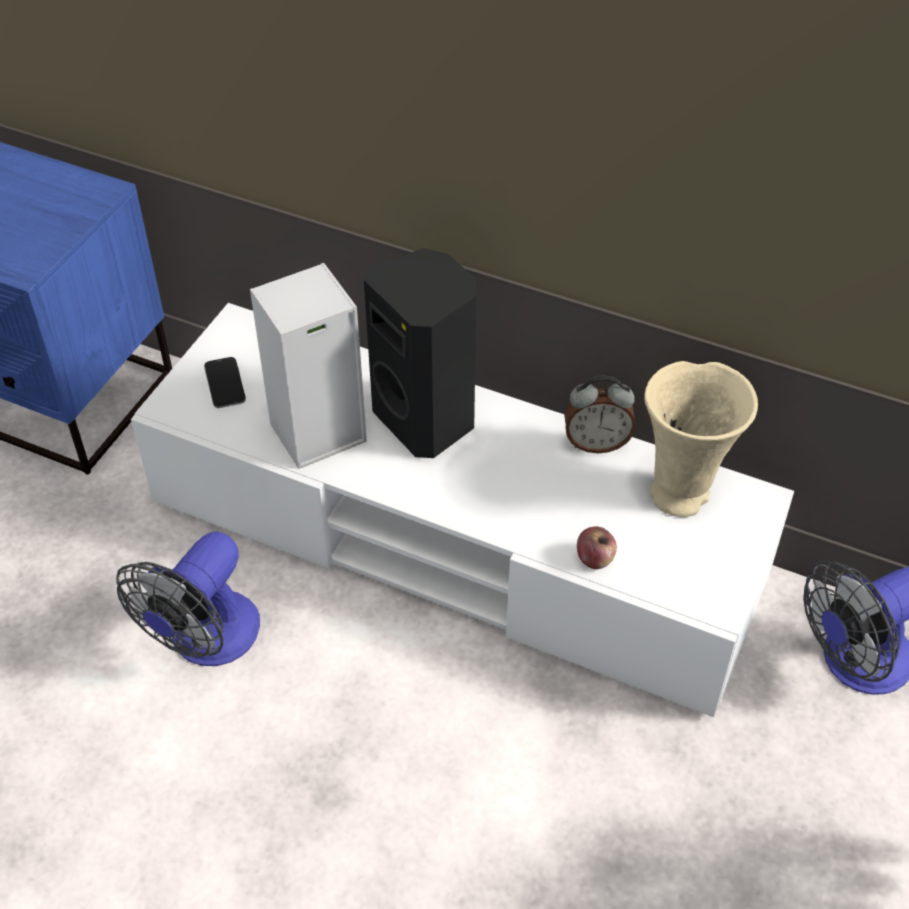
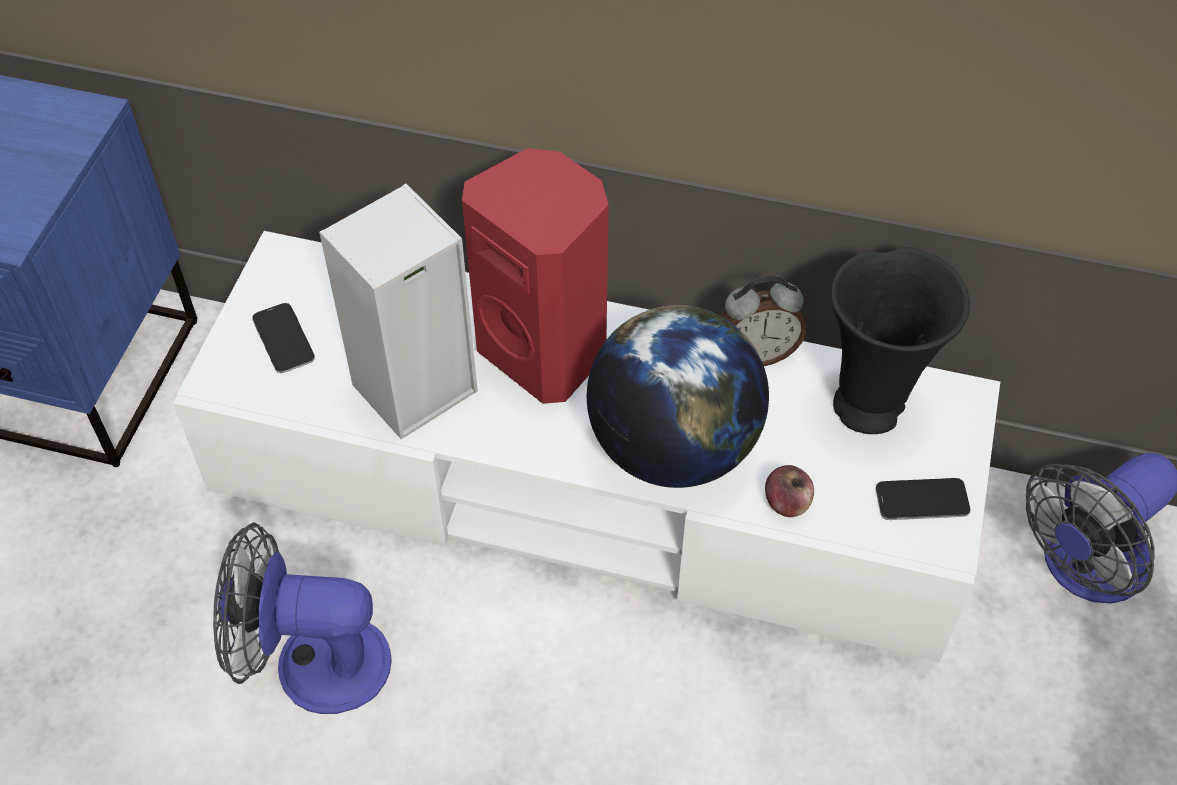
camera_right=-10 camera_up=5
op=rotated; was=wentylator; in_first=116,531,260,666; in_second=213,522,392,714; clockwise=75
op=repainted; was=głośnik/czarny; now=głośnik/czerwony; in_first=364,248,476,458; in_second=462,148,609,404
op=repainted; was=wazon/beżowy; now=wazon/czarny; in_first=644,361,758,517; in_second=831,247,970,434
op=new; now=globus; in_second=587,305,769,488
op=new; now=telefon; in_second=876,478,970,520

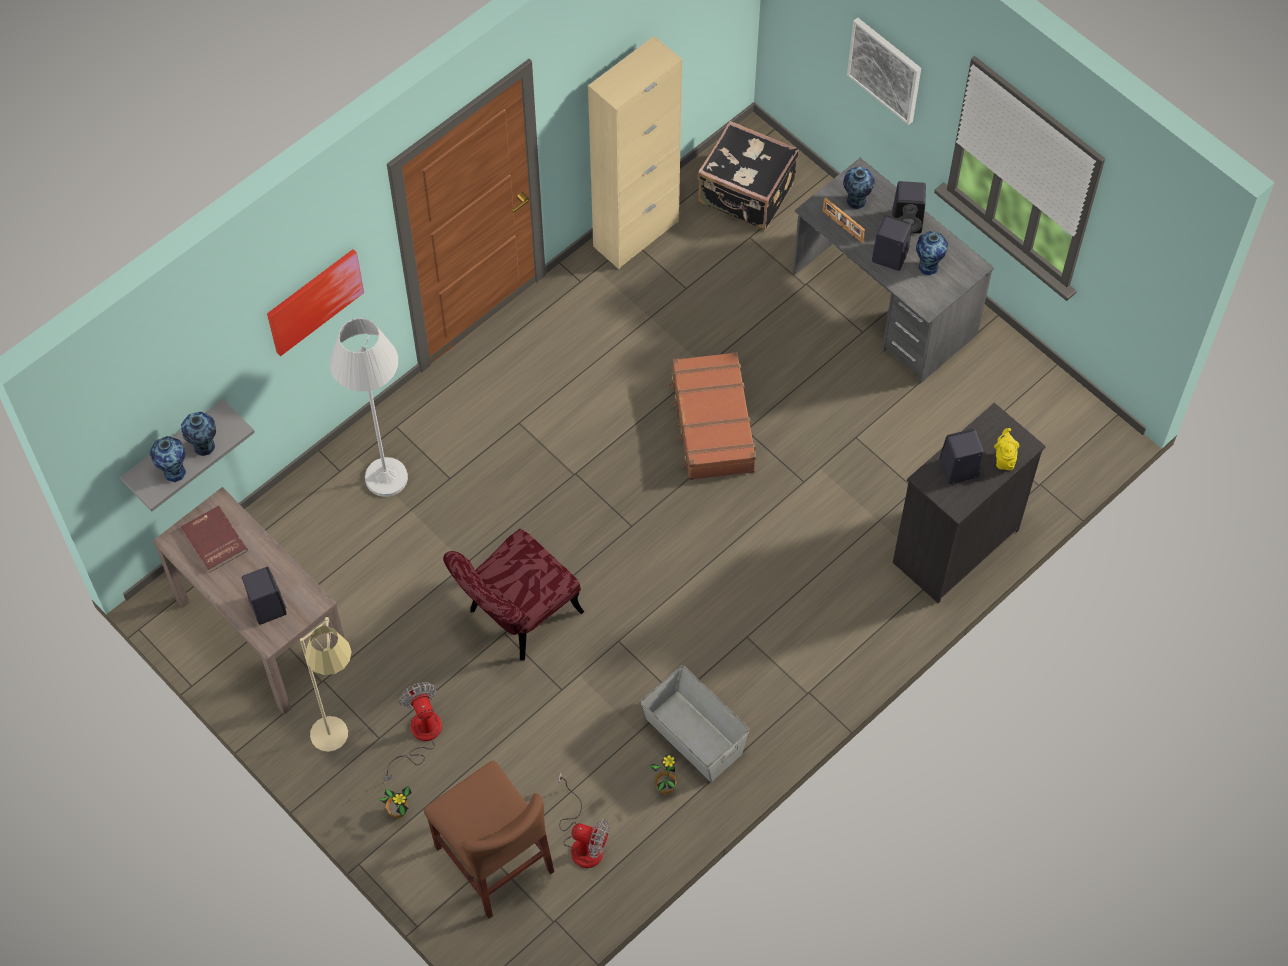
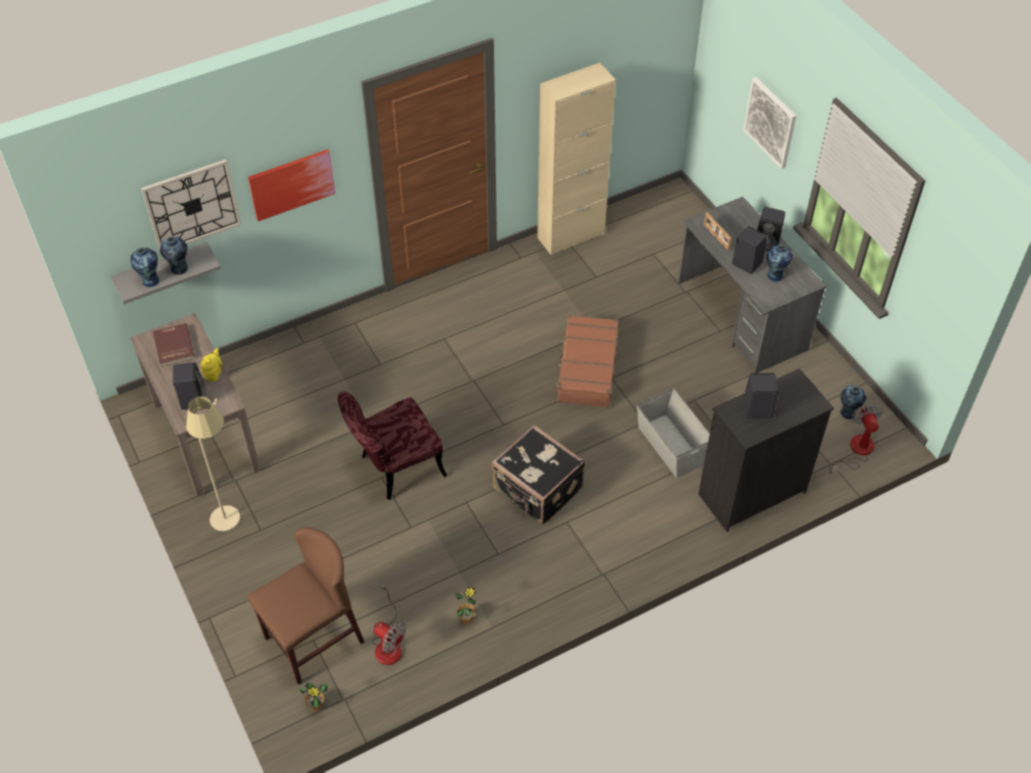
camera_right=15 camera_up=-10
op=gone; was=lampa stojąca/biały; in_first=330,318,408,497
op=shifted; was=roślina doniczkowa; in_first=378,786,412,818; in_second=298,682,327,711
op=shifted; was=wentylator; in_first=383,682,442,782; in_second=829,404,882,474
op=rotated; was=krzesło/brązowy; in_first=424,760,554,919; in_second=248,527,364,685; clockwise=-105
op=shifted; was=pojemnik do przechowywania/szary; in_first=641,665,749,782; in_second=637,388,710,478
op=shifted; was=walizka/czarny; in_first=697,121,799,230; in_second=492,425,585,525
op=shifted; was=wazon; in_first=843,166,875,209; in_second=840,385,866,419
op=shifted; was=imbryk/żółty; in_first=994,428,1019,470; in_second=201,348,223,382
op=new; now=zegar ścienny; in_second=141,159,241,250

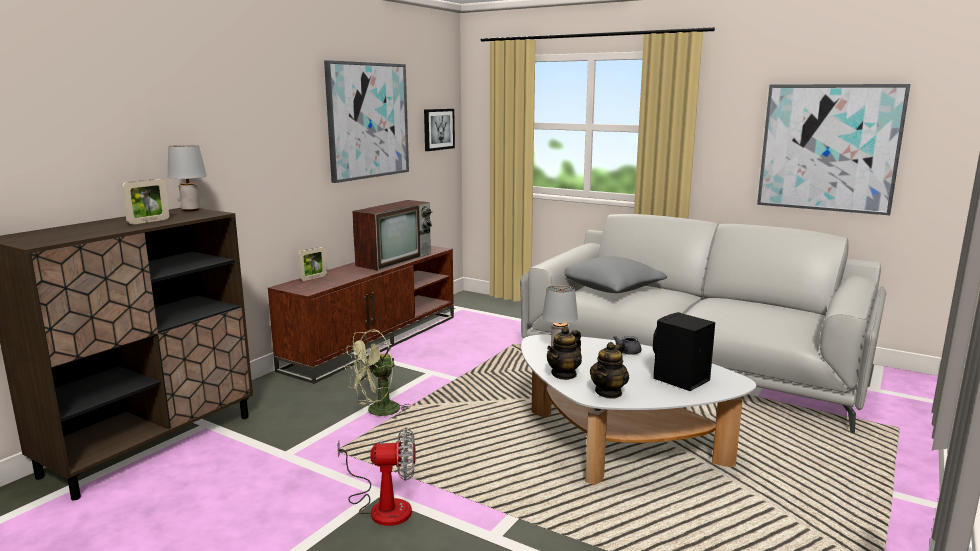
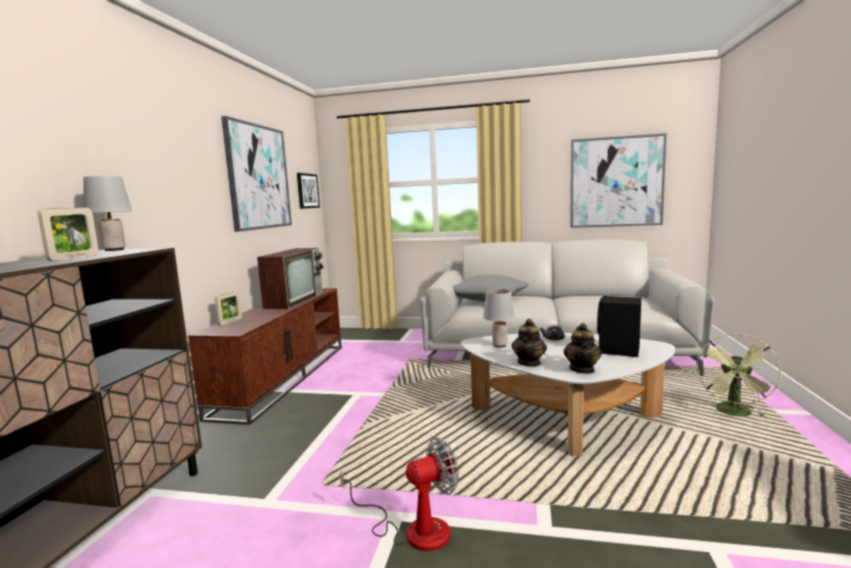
camera_right=-20 camera_up=-5
op=shifted; was=wentylator/zielony; in_first=344,329,411,419; in_second=696,333,781,417

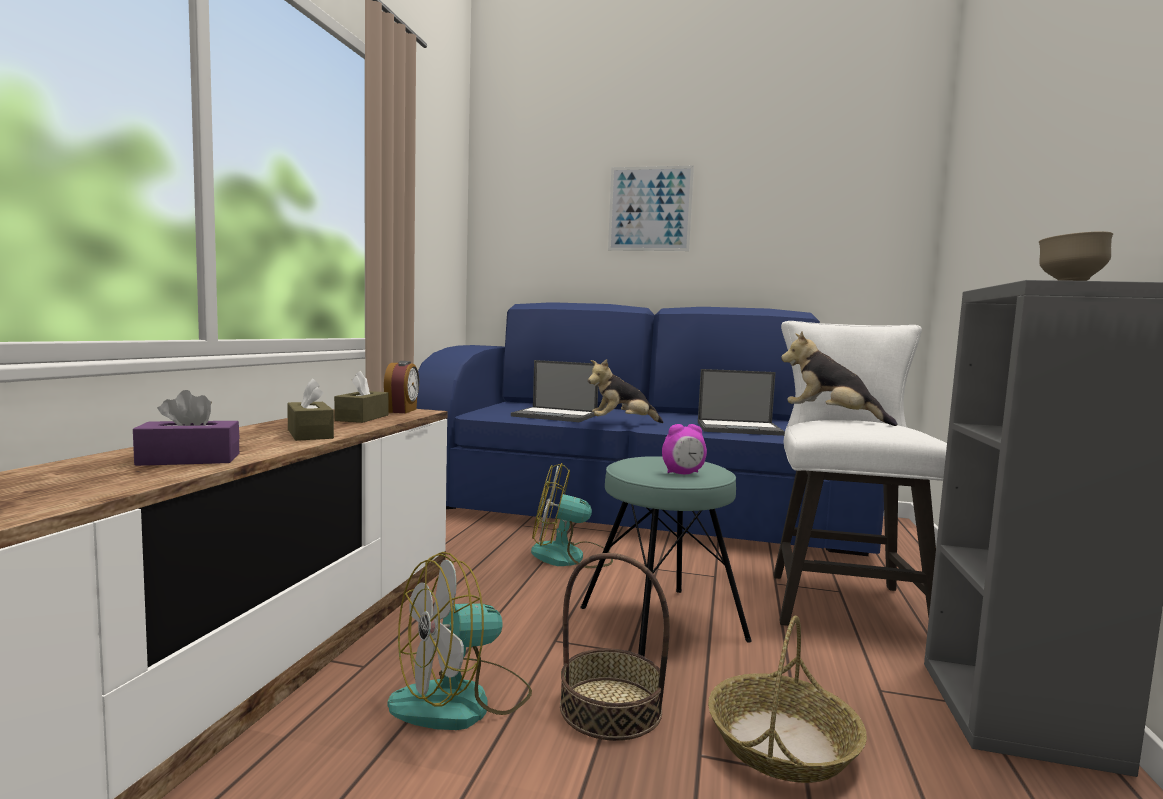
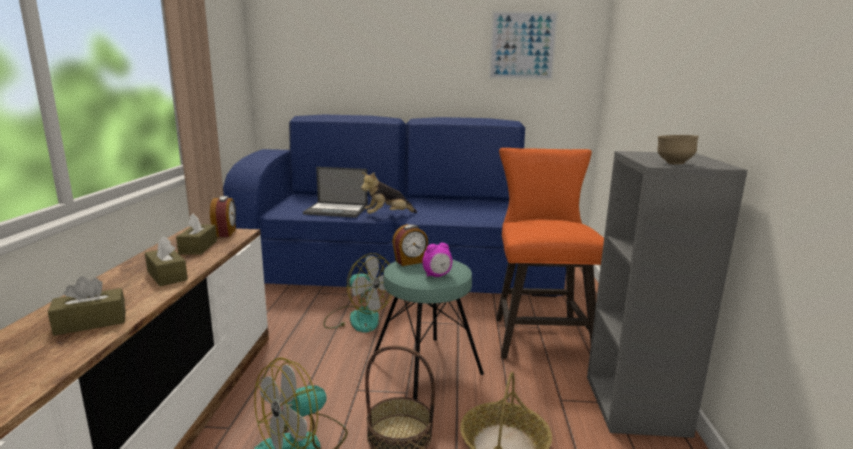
camera_right=-10 camera_up=10
op=repainted; was=pudełko chusteczek/fioletowy; now=pudełko chusteczek/brązowy; in_first=133,390,240,466; in_second=48,276,126,336
op=rotated; was=wentylator; in_first=531,463,613,568; in_second=323,253,392,333; clockwise=-135
op=shifted; was=obraz; in_first=608,166,694,251; in_second=489,10,559,80
op=gone; was=laptop; in_first=698,369,785,436
op=repainted; was=stołek/biały; now=stołek/pomarańczowy; in_first=774,321,947,626; in_second=496,148,604,359
op=gone; was=pluszak; in_first=781,331,897,426
op=new; now=budzik; in_second=392,224,428,266

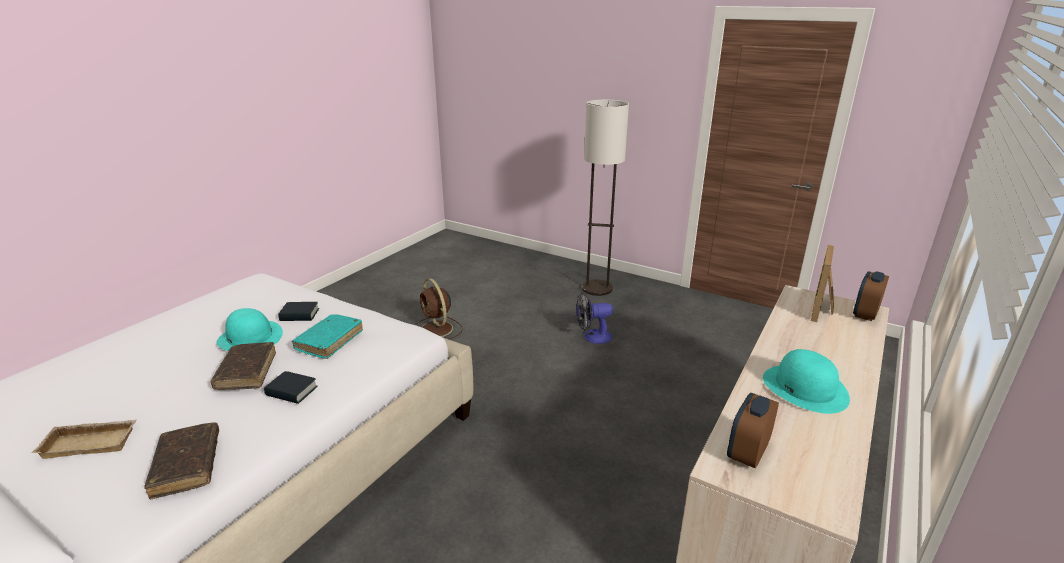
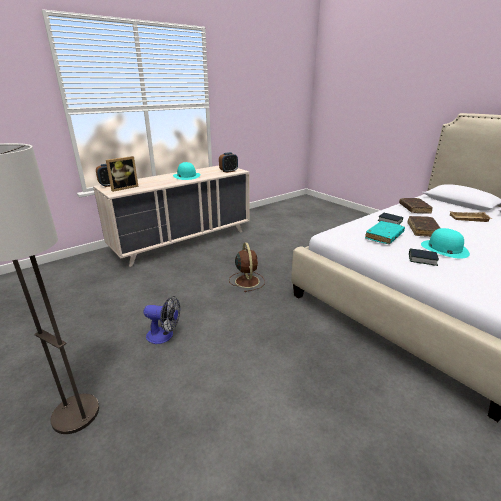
camera_right=-160 camera_up=0
op=shifted; was=wentylator/brązowy; in_first=416,278,463,339; in_second=229,242,265,292

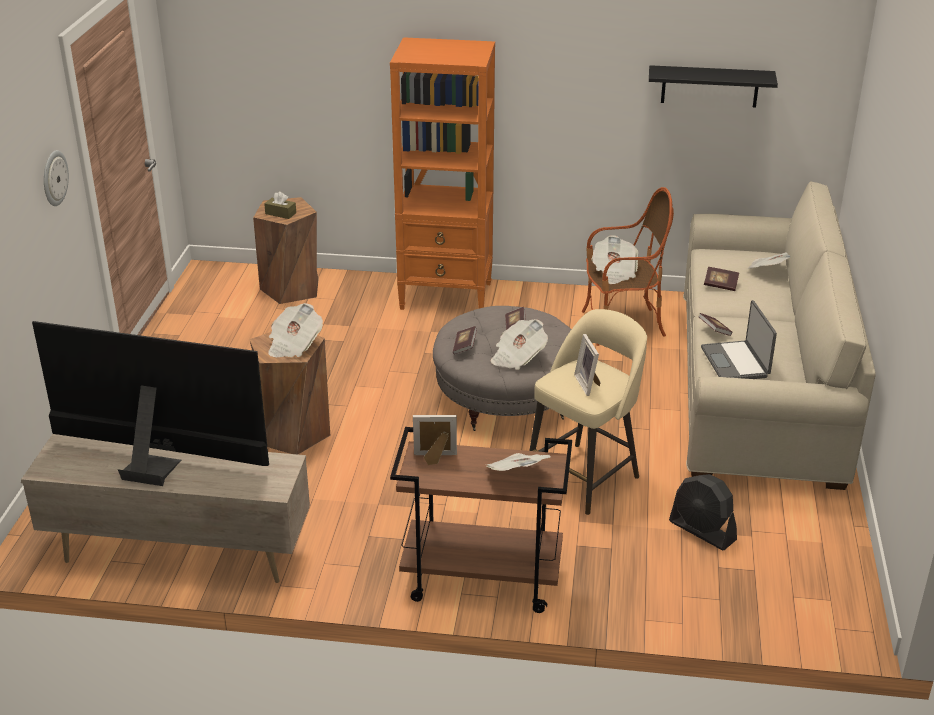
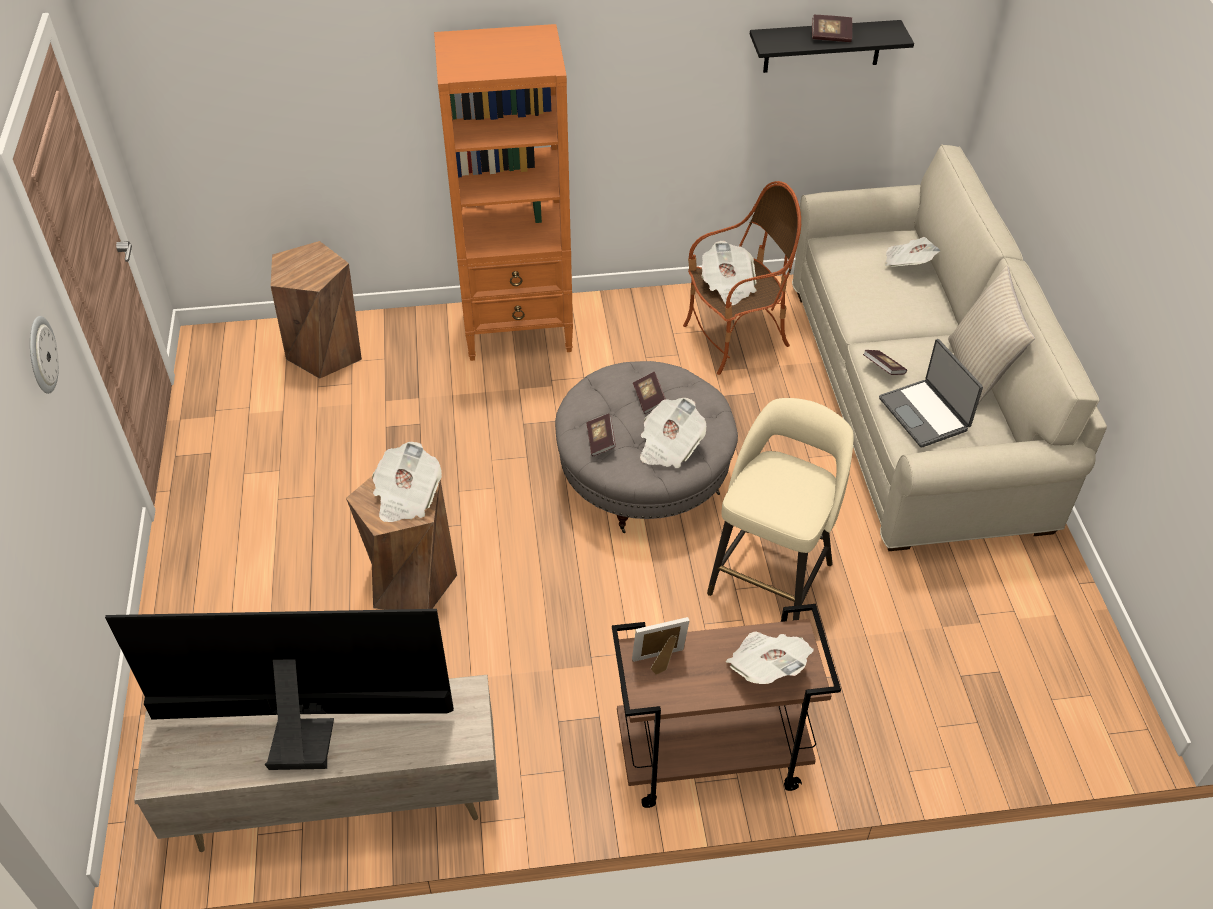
camera_right=-15 camera_up=15
op=gone; was=pudełko chusteczek/brązowy; in_first=264,192,296,219
op=gone; was=ramka na zdjęcie; in_first=574,334,601,396
op=gone; was=wentylator/czarny; in_first=669,474,737,550
op=shifted; was=książka; in_first=704,267,739,291; in_second=812,15,852,42
op=new; now=poduszka/beżowy; in_second=948,265,1035,404

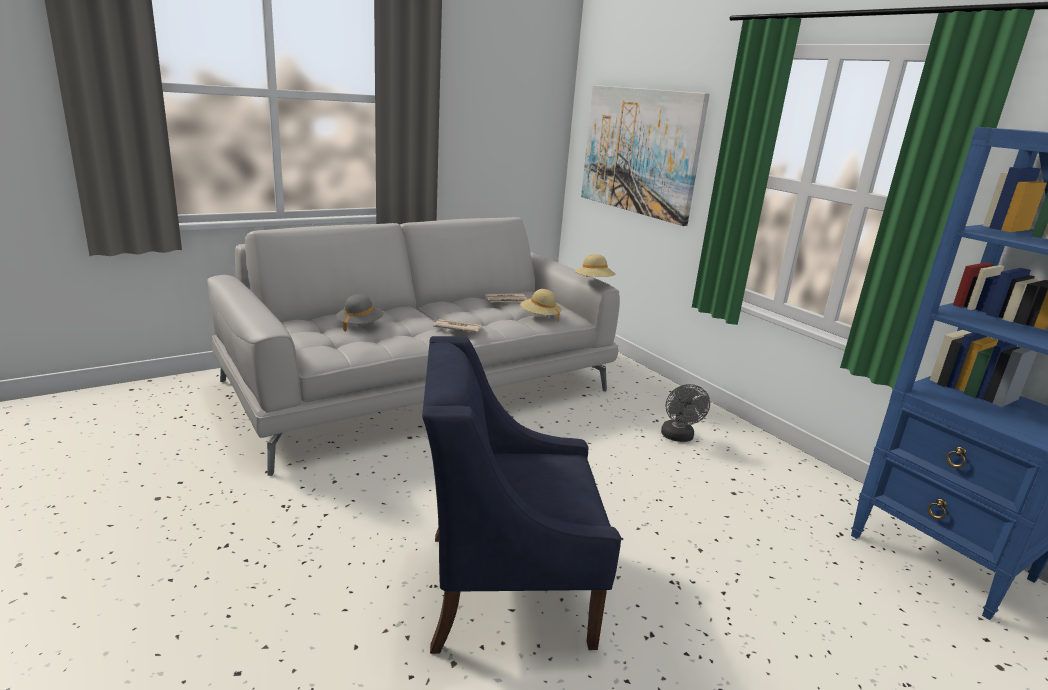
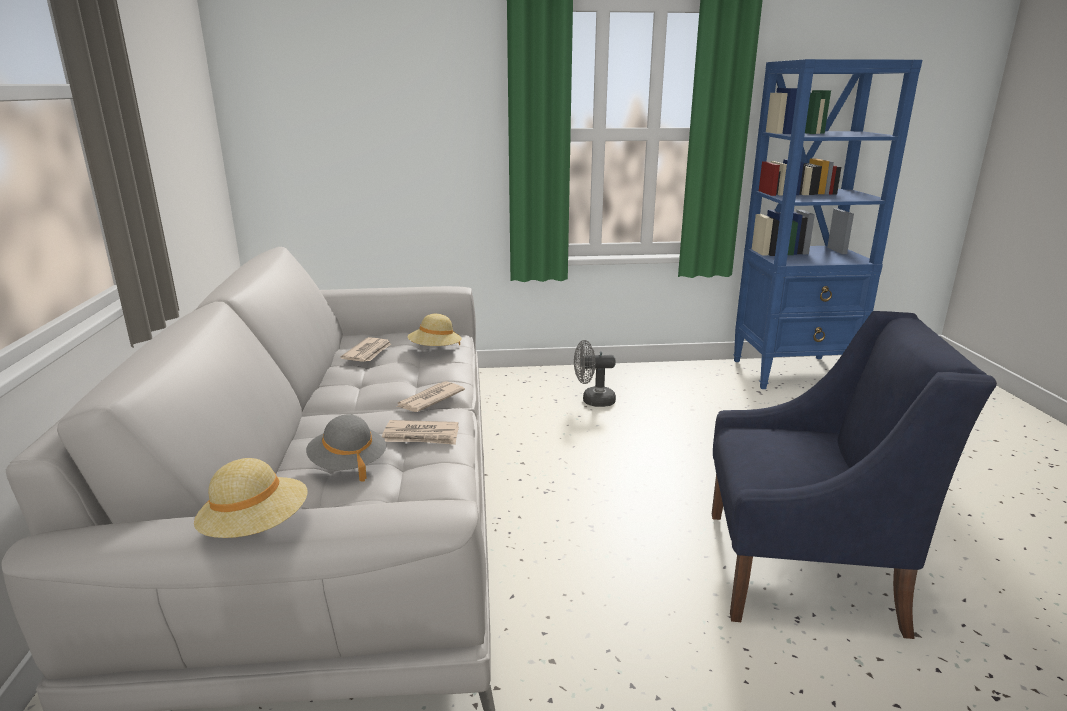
camera_right=-60 camera_up=0
op=rotated; was=fotel/niebieski; in_first=422,336,621,654; in_second=712,311,997,639; clockwise=-105
op=shifted; was=kapelusz/beżowy; in_first=575,254,616,277; in_second=194,458,308,538
op=gone; was=obraz; in_first=581,85,710,226
op=rotated; was=wentylator/szary; in_first=661,384,710,442; in_second=574,340,616,407; clockwise=150
op=new; now=gazeta; in_second=382,420,459,445

